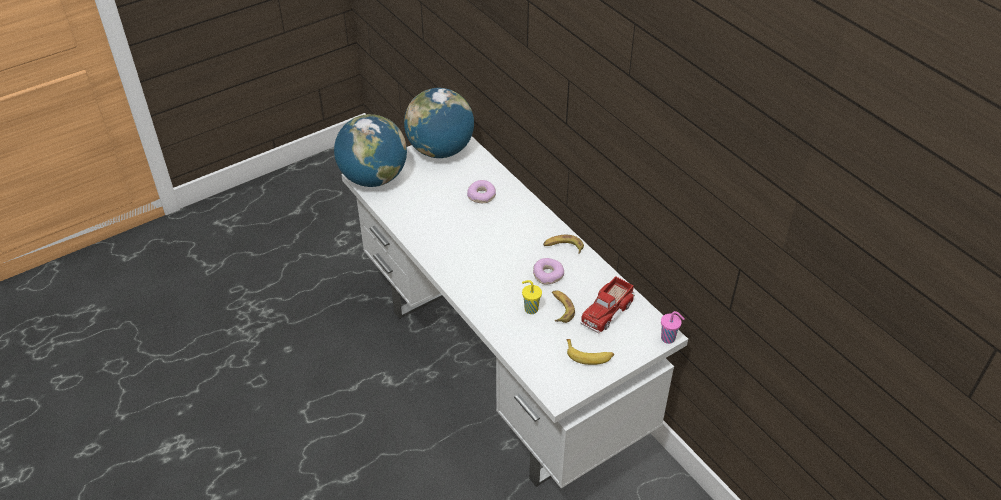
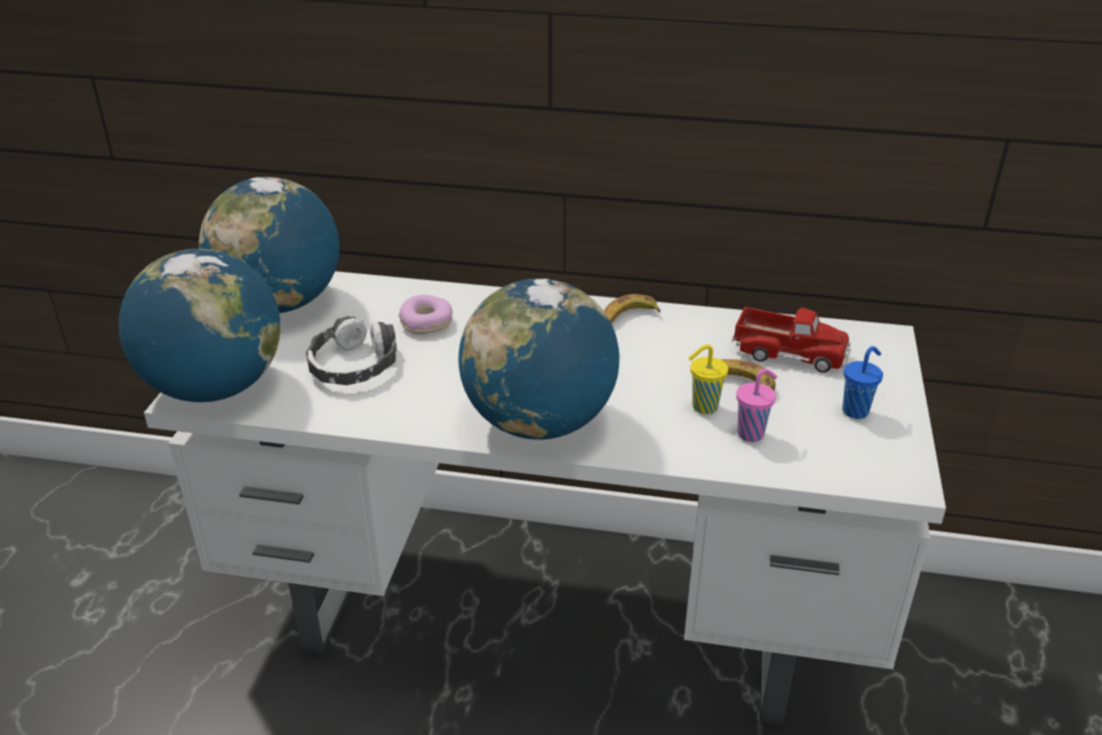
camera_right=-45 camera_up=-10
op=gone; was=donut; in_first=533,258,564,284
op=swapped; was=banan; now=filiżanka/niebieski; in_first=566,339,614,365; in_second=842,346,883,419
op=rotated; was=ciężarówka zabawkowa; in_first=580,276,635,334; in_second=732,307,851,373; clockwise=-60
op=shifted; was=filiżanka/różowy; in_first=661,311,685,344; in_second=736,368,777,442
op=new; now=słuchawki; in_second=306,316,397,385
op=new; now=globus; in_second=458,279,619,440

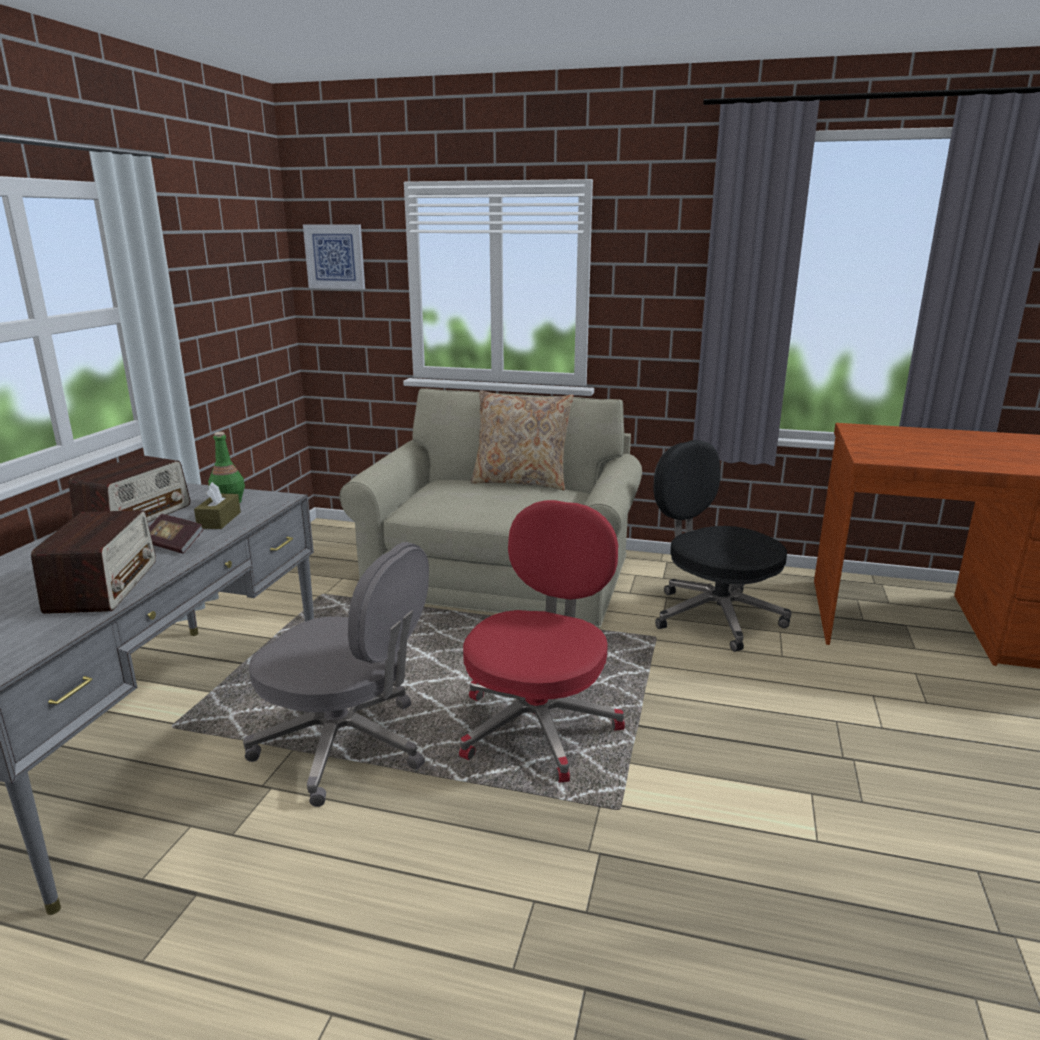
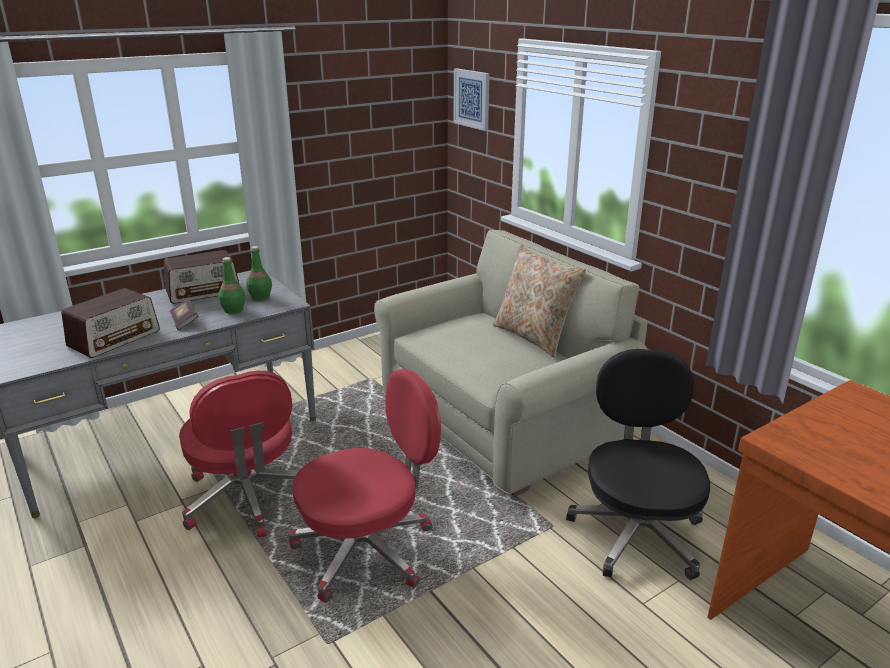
camera_right=40 camera_up=5
op=swapped; was=pudełko chusteczek/brązowy; now=butelka/zielony; in_first=194,482,241,529; in_second=218,257,246,314
op=repainted; was=krzesło biurowe/szary; now=krzesło biurowe/czerwony; in_first=243,542,429,807; in_second=179,371,299,538

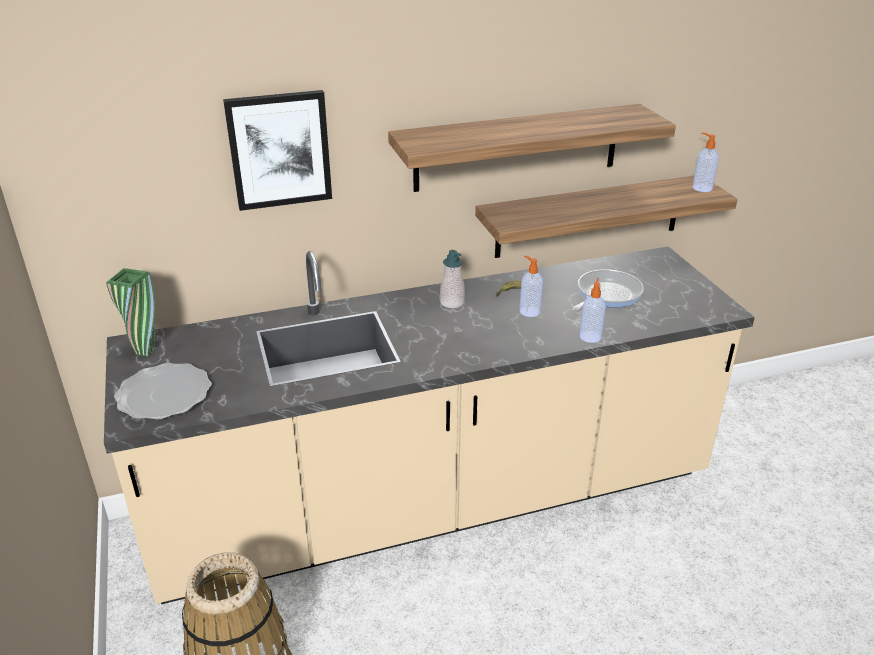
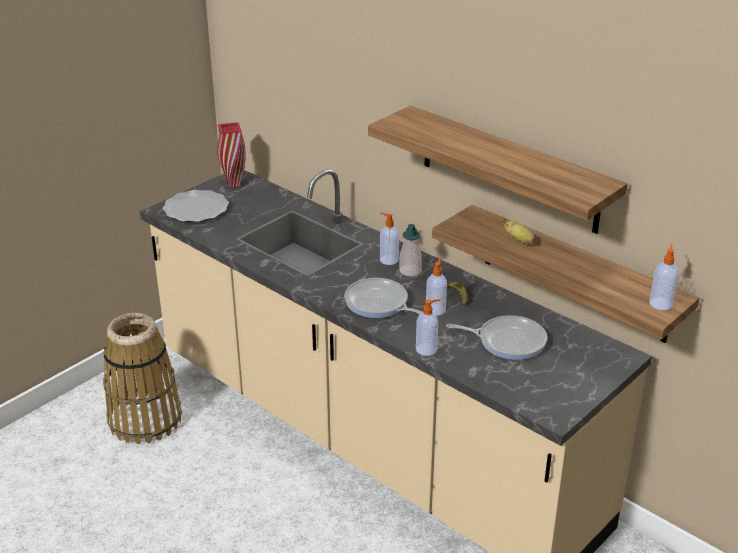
camera_right=60 camera_up=0
op=repainted; was=wazon/zielony; now=wazon/czerwony; in_first=106,268,156,356; in_second=217,122,246,188
op=gone; was=obraz; in_first=223,90,332,211
op=new; now=patelnia; in_second=345,278,422,318
op=new; now=dozownik mydła; in_second=380,212,399,265
op=new; now=banan; in_second=503,218,534,244

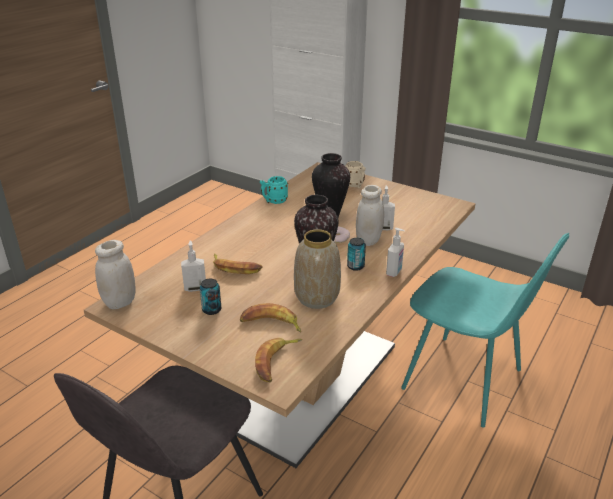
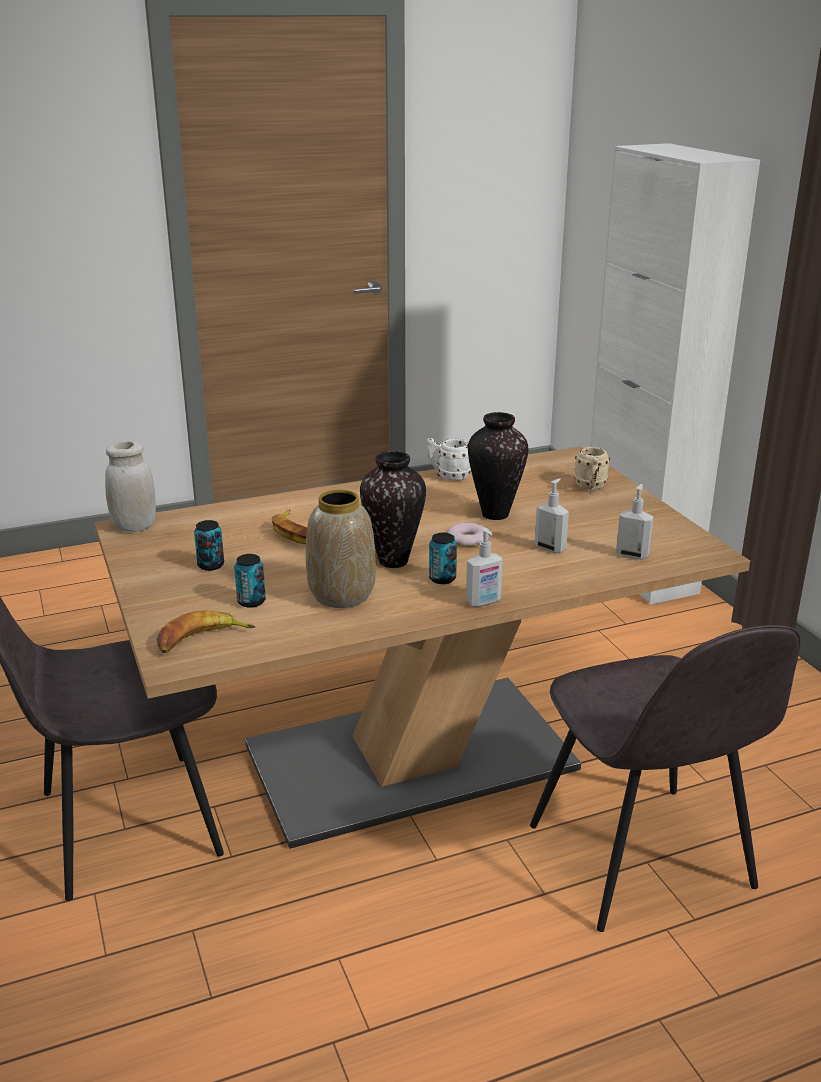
camera_right=35 camera_up=-5
op=shifted; was=dozownik mydła; in_first=181,240,206,292; in_second=616,484,653,560
op=swapped; was=banan; now=puszka; in_first=240,303,301,333; in_second=234,554,266,608
op=repainted; was=kubek/turkusowy; now=kubek/biały; in_first=260,176,288,204; in_second=427,438,471,481
op=gone; was=słoik/biały; in_first=356,185,384,246
op=repainted; was=krzesło/turkusowy; now=krzesło/szary; in_first=401,233,569,428; in_second=530,625,801,932

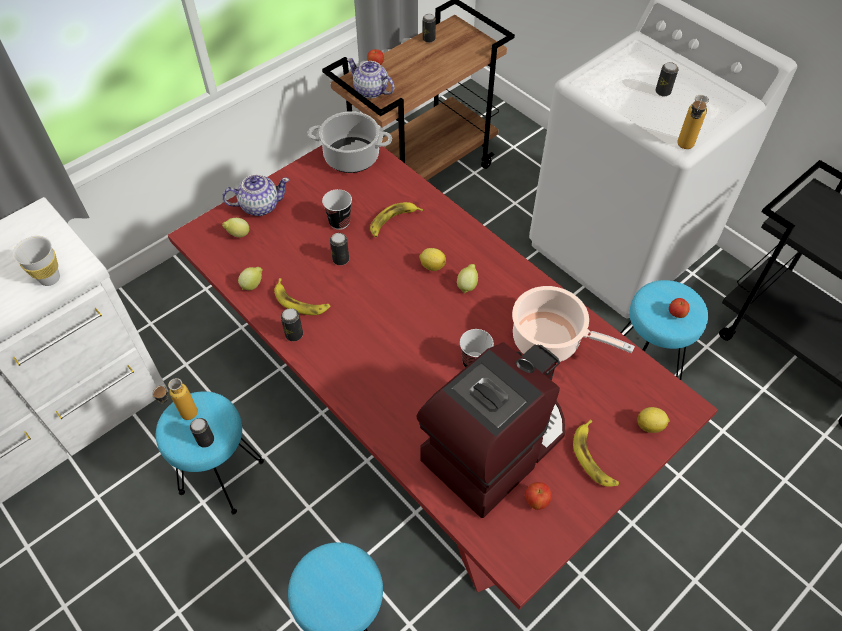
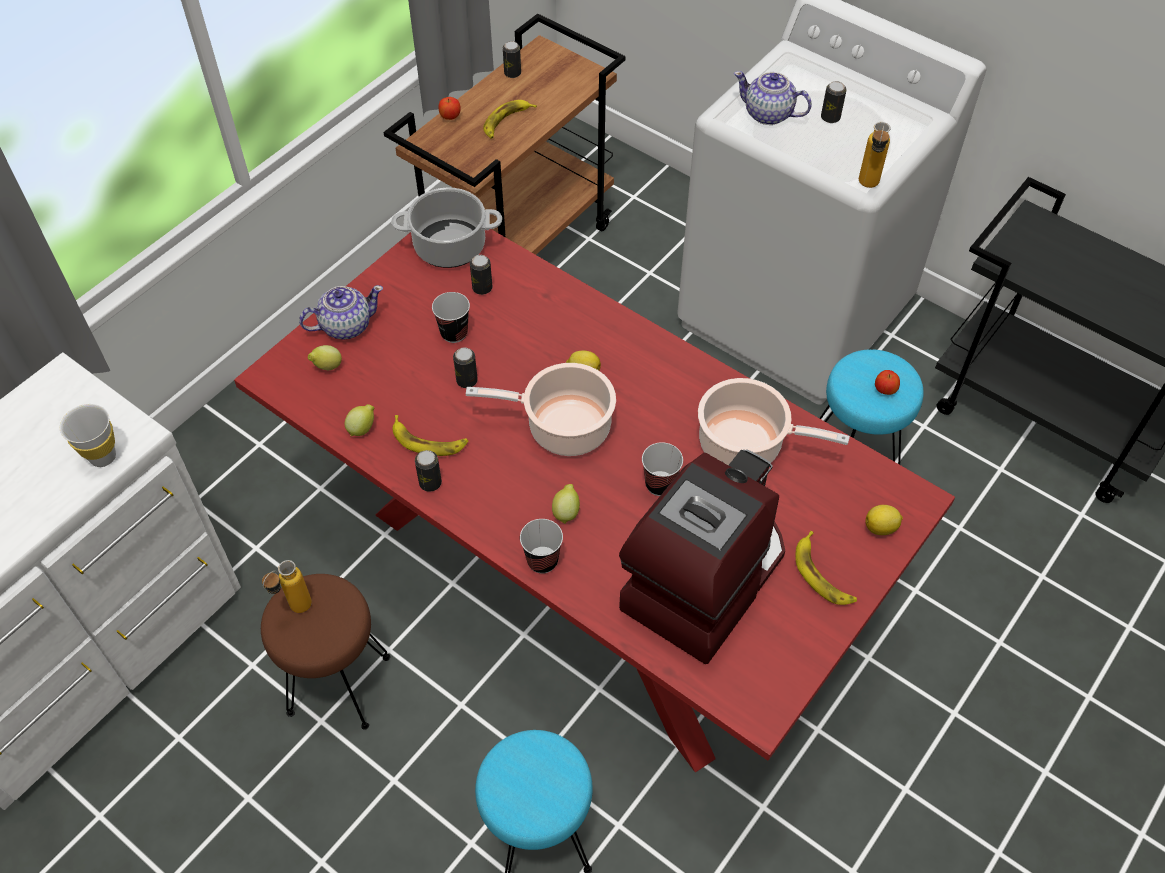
camera_right=-10 camera_up=0
op=repainted; was=stołek/turkusowy; now=stołek/brązowy; in_first=156,391,264,514; in_second=261,574,390,730
op=shifted; was=puszka; in_first=190,418,214,448; in_second=470,255,492,295
op=shifted; was=imbryk; in_first=347,58,395,98; in_second=734,71,812,125
op=shifted; was=banan; in_first=370,202,423,237; in_second=483,100,537,139
op=shifted; was=cytryna; in_first=457,264,478,293; in_second=552,484,580,524
op=gone; was=jabłko; in_first=525,482,552,510
op=new; now=garnek; in_second=466,363,616,456
op=new; now=filiżanka; in_second=520,519,563,574

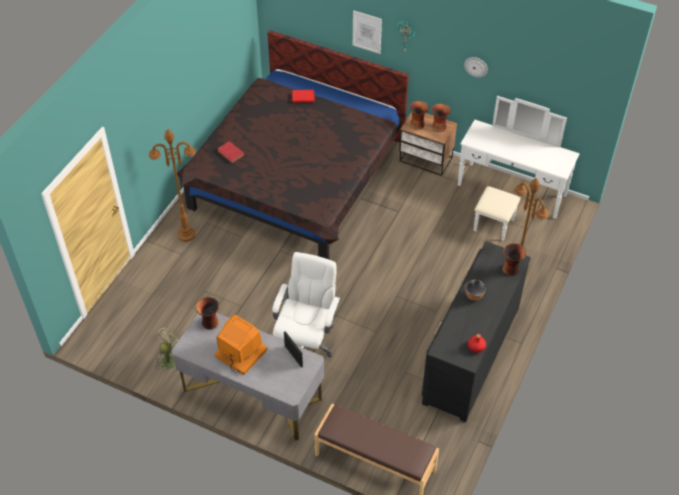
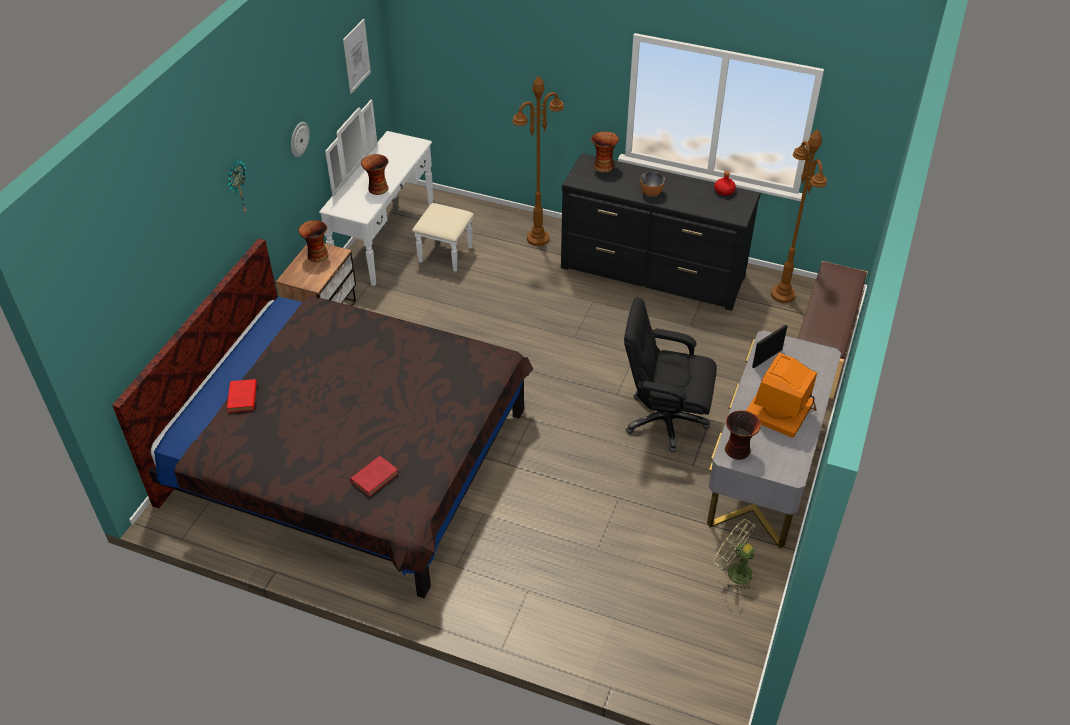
camera_right=-95 camera_up=-5
op=shifted; was=lampa stojąca/brązowy; in_first=149,129,196,242; in_second=771,129,827,303
op=repainted; was=krzesło biurowe/biały; now=krzesło biurowe/czarny; in_first=272,252,340,357; in_second=624,297,717,452
op=shifted; was=obraz; in_first=353,10,382,54; in_second=343,19,371,94
op=shifted; was=wazon; in_first=409,101,429,130; in_second=361,154,388,195

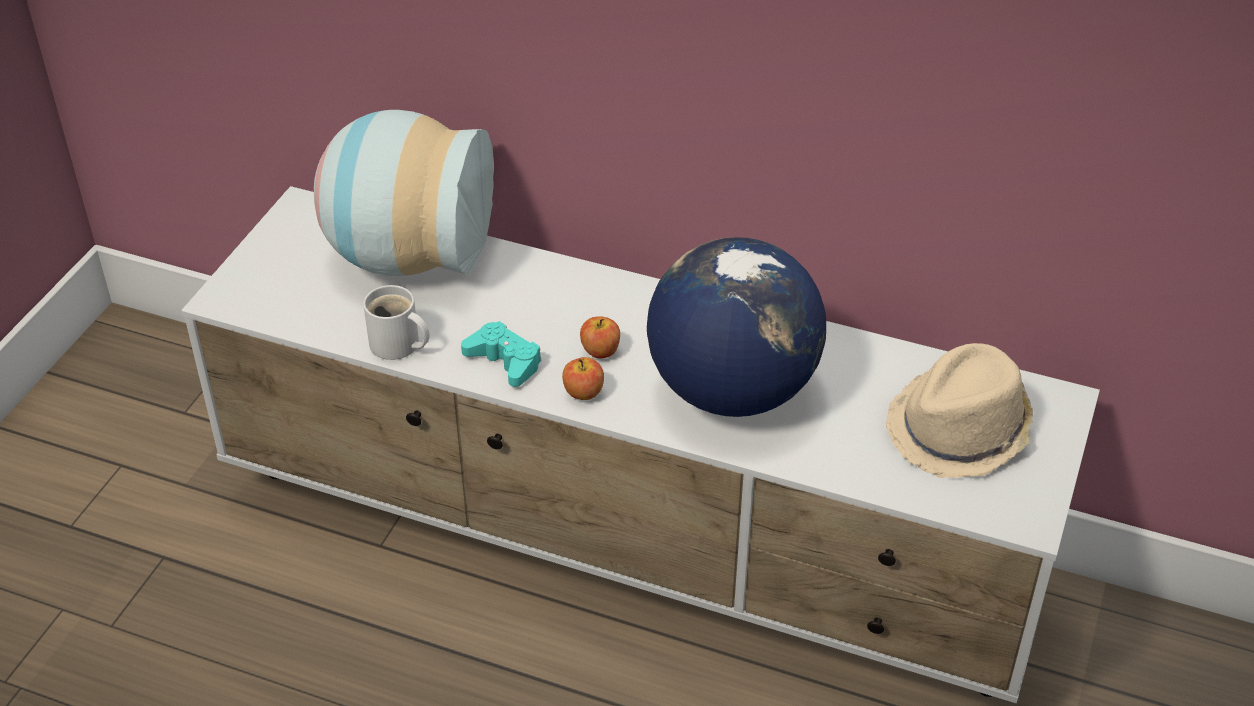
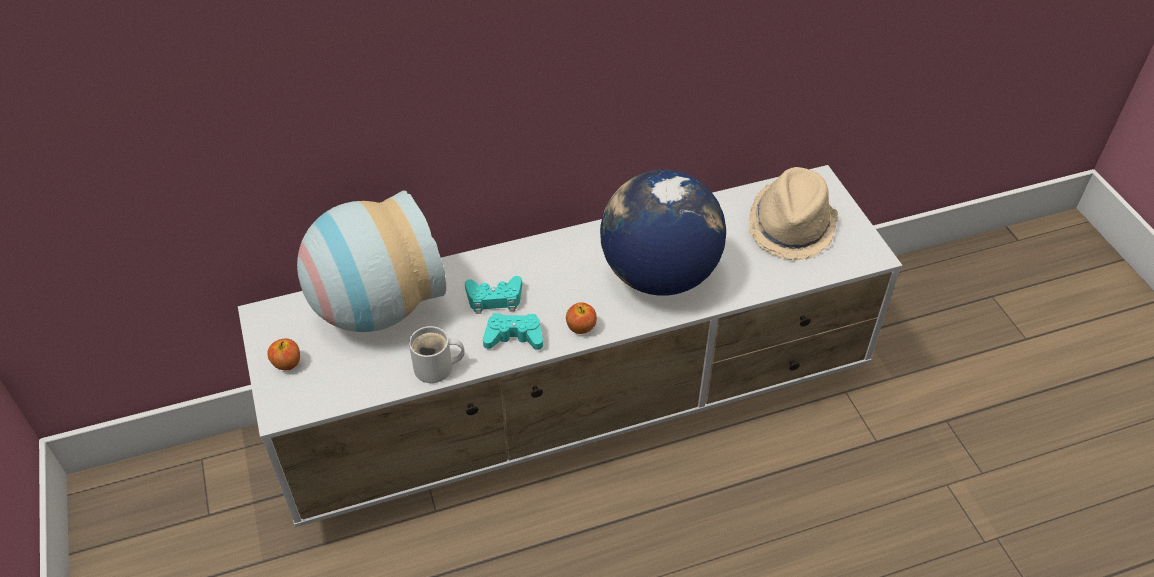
camera_right=-40 camera_up=5
op=shifted; was=jabłko; in_first=580,316,620,358; in_second=268,338,300,370
op=new; now=pad do gier/turkusowy; in_second=465,276,522,314

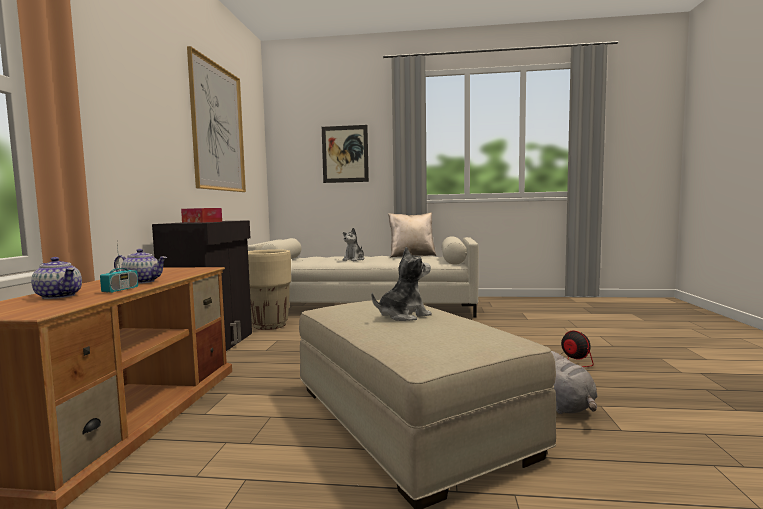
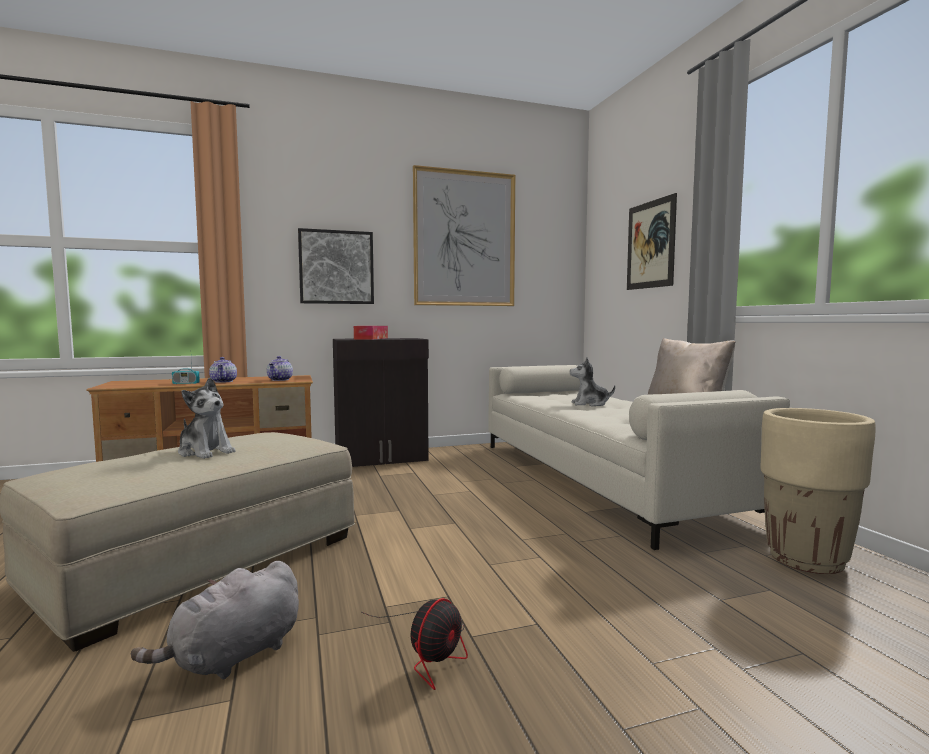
camera_right=65 camera_up=0
op=shifted; was=imbryk; in_first=31,257,82,299; in_second=267,356,293,381
op=shifted; was=donica/beżowy; in_first=248,249,291,330; in_second=760,408,876,574
op=new; now=obraz; in_second=298,228,374,304

